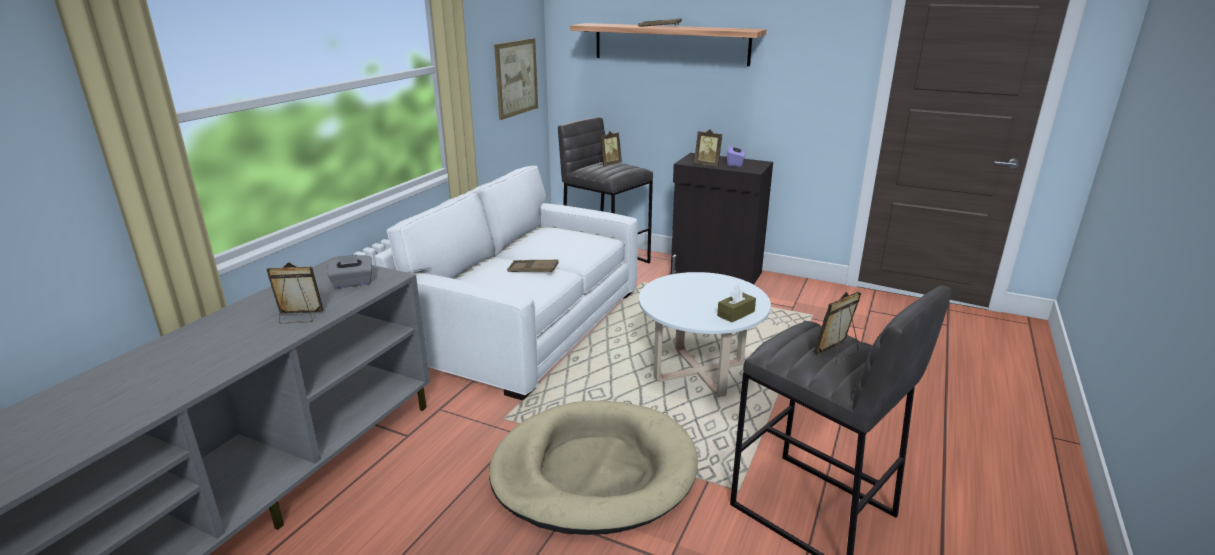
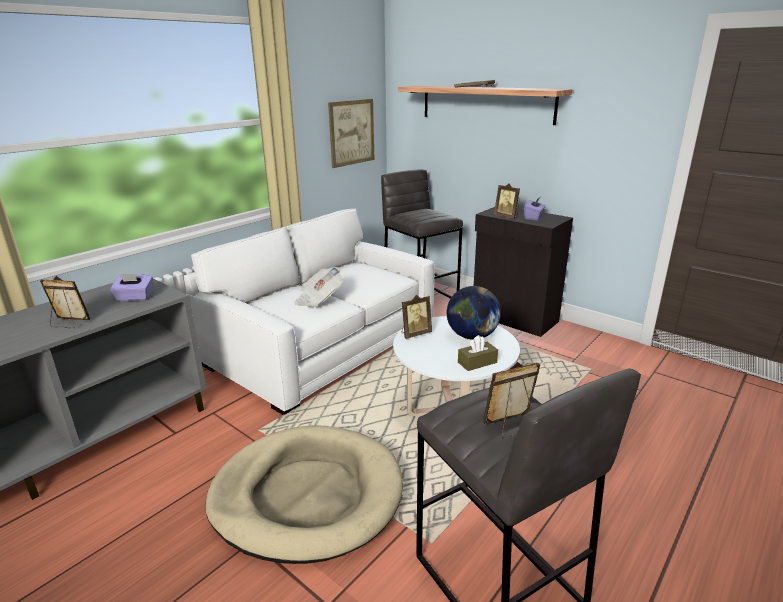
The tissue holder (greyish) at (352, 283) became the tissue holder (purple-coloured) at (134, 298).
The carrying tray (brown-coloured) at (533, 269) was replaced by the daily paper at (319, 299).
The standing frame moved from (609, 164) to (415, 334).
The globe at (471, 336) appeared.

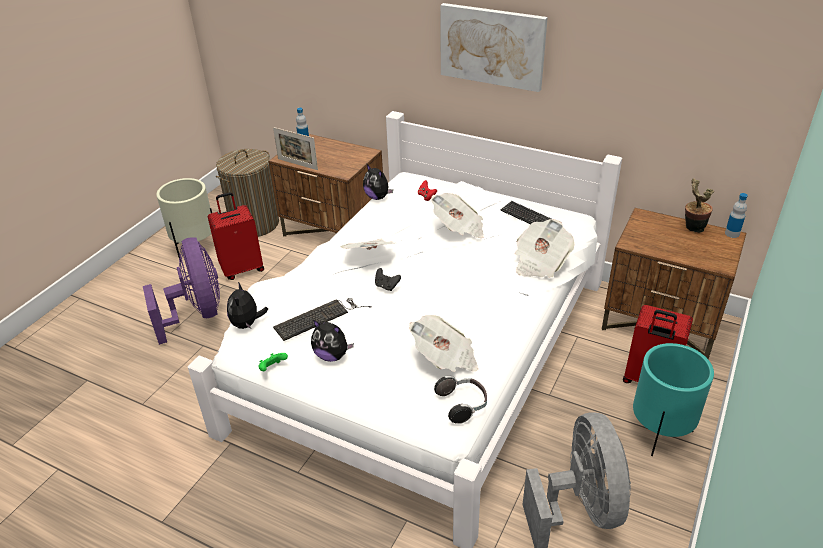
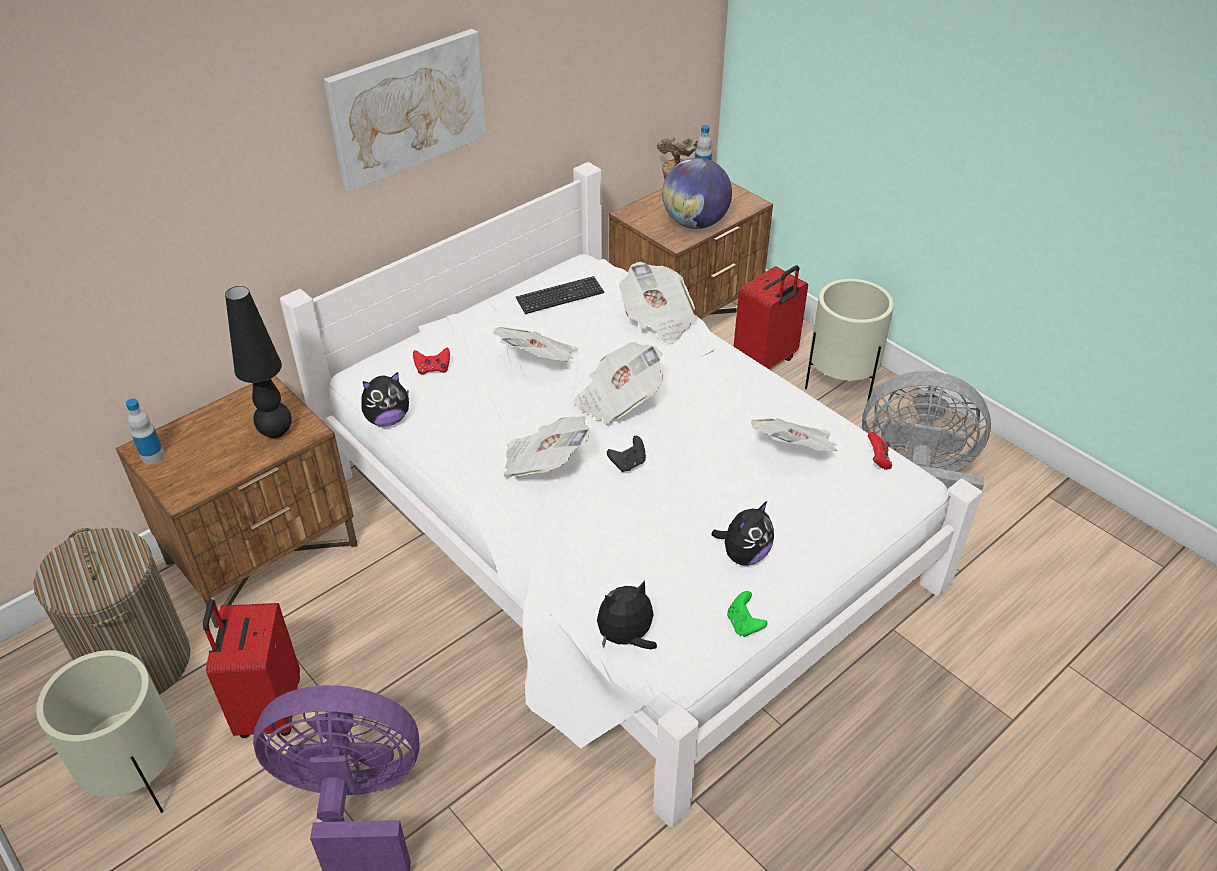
The tabletop lamp (blackish) at (276, 432) appeared.
The daily paper at (618, 400) appeared.
The soft toy at (247, 324) turned 135 degrees clockwise.
The globe at (695, 223) appeared.
The plant pot (blue-green) at (660, 432) became the plant pot (beige-coloured) at (840, 385).
The headset at (463, 405) was replaced by the game controller (reddish) at (878, 460).
The standing frame at (297, 164) disappeared.
The computer keyboard at (320, 317) disappeared.

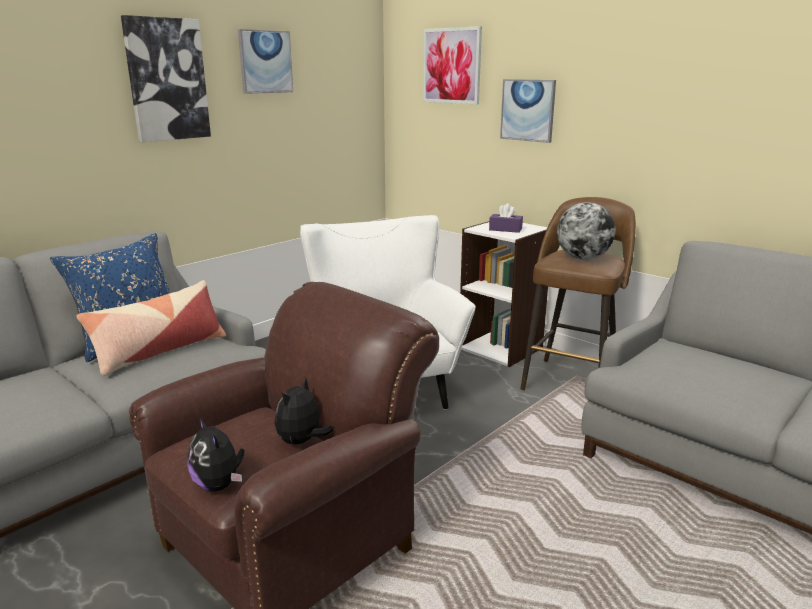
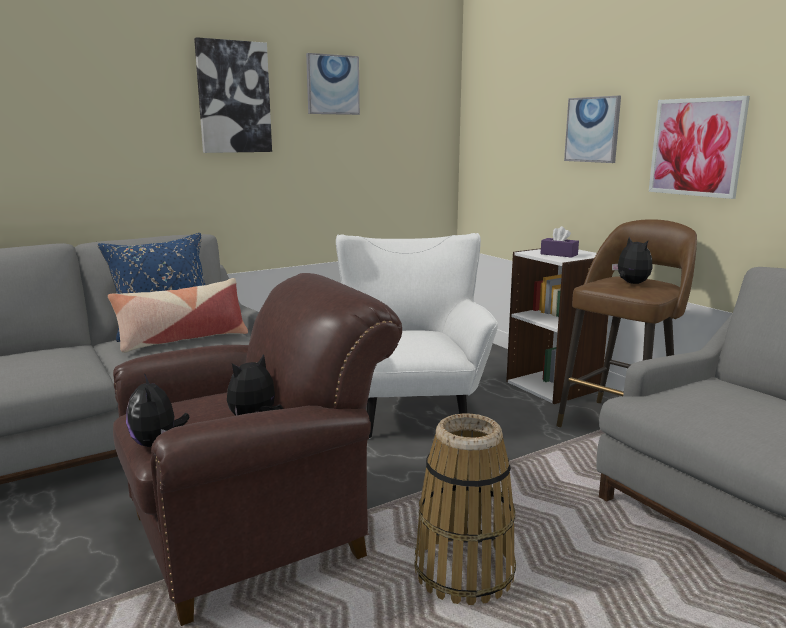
The storage basket at (464, 572) appeared.
The globe at (583, 258) was replaced by the soft toy at (631, 283).
The picture moved from (452, 66) to (696, 147).

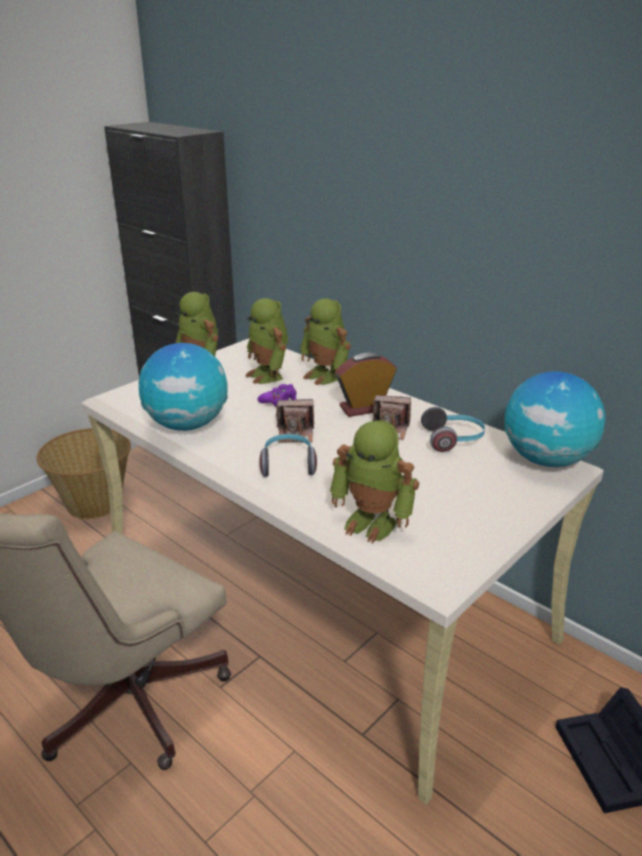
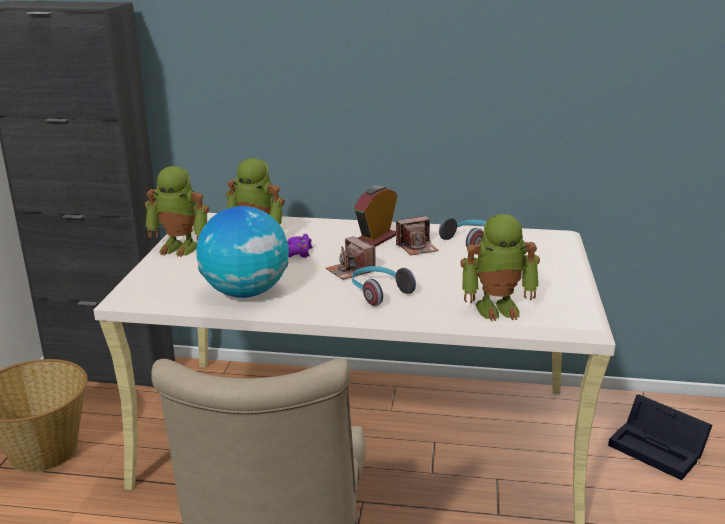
The photo camera at (296, 433) turned 90 degrees clockwise.
The toy robot at (326, 375) disappeared.
The globe at (546, 459) disappeared.

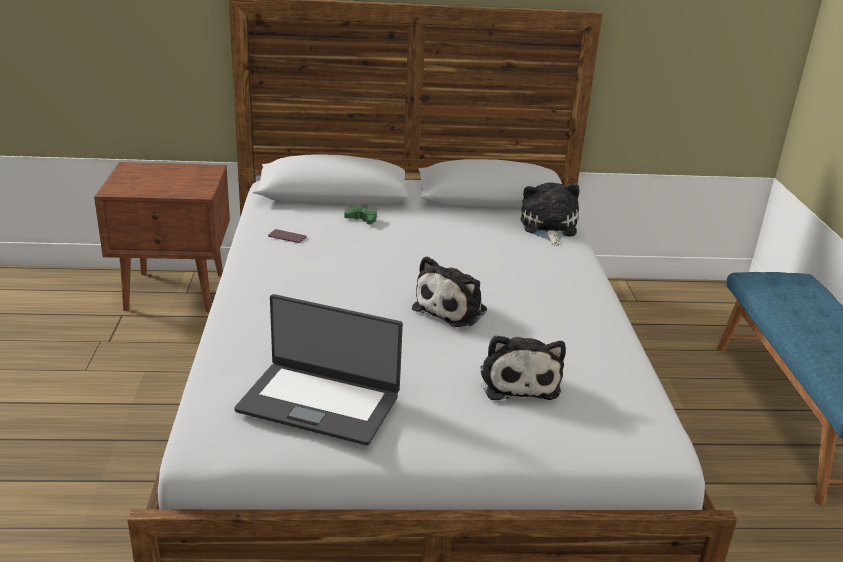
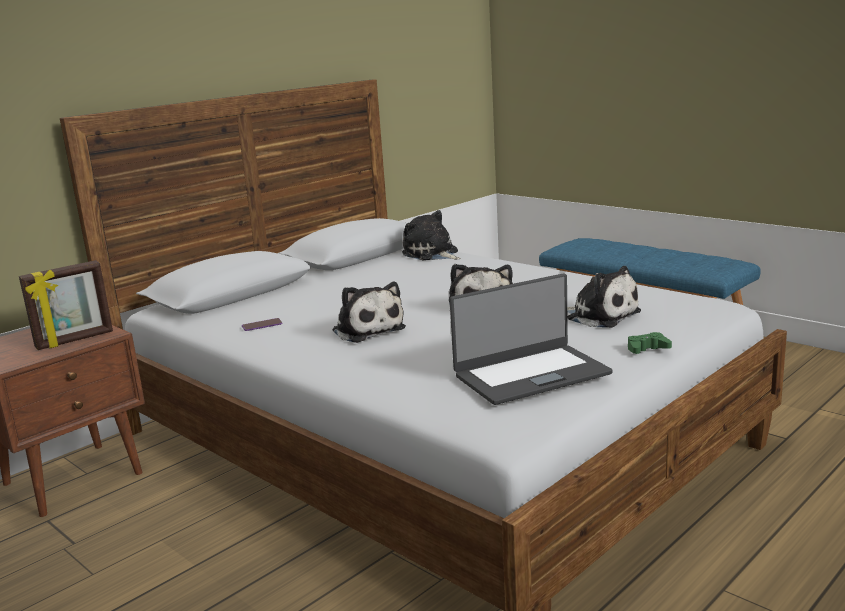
The standing frame at (75, 340) appeared.
The soft toy at (367, 329) appeared.
The game controller (green) moved from (362, 219) to (647, 349).

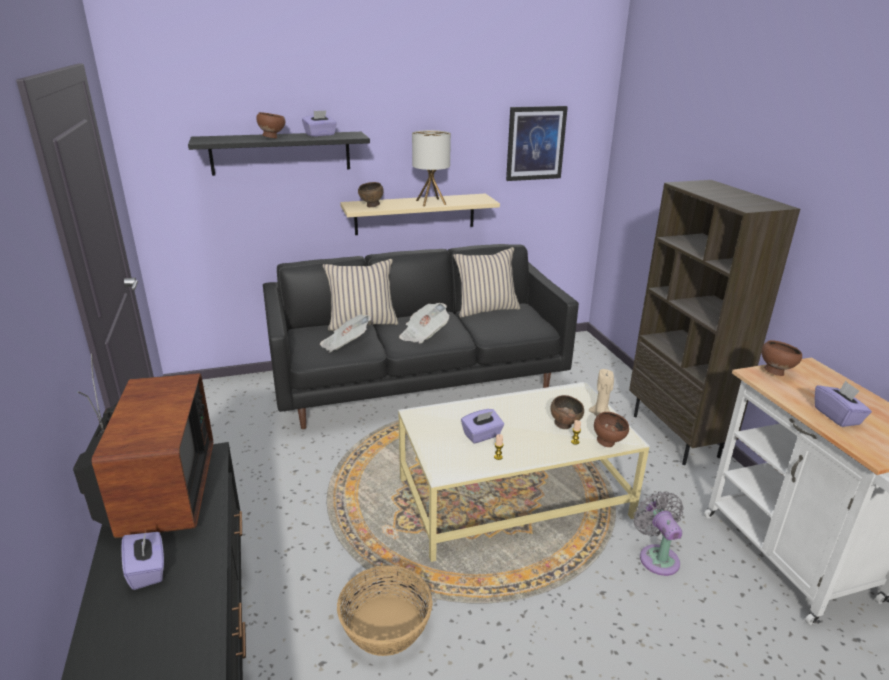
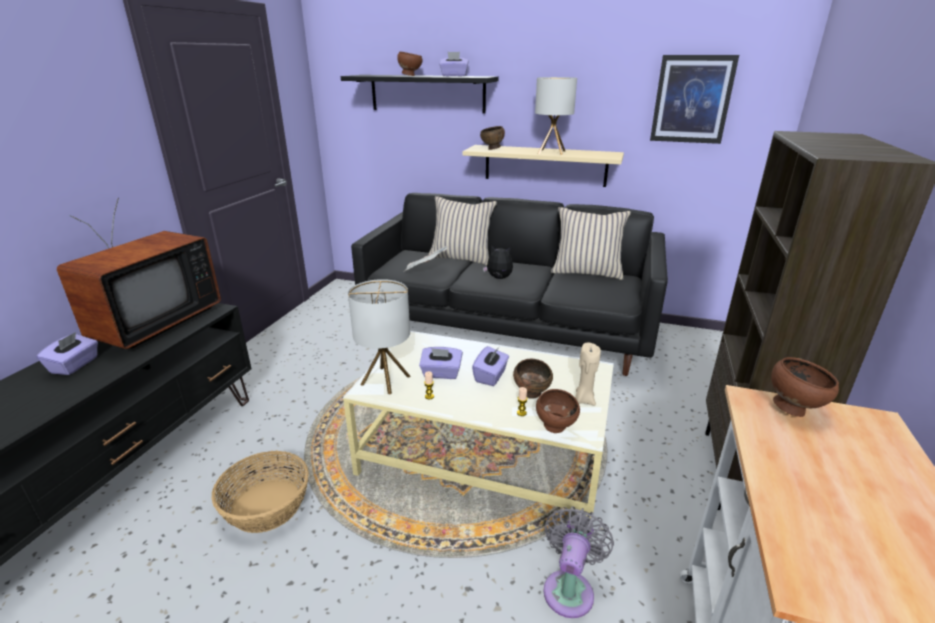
The tabletop lamp at (386, 380) appeared.
The tissue holder (purple-coloured) moved from (837, 416) to (491, 376).
The daily paper at (423, 335) was replaced by the soft toy at (499, 278).

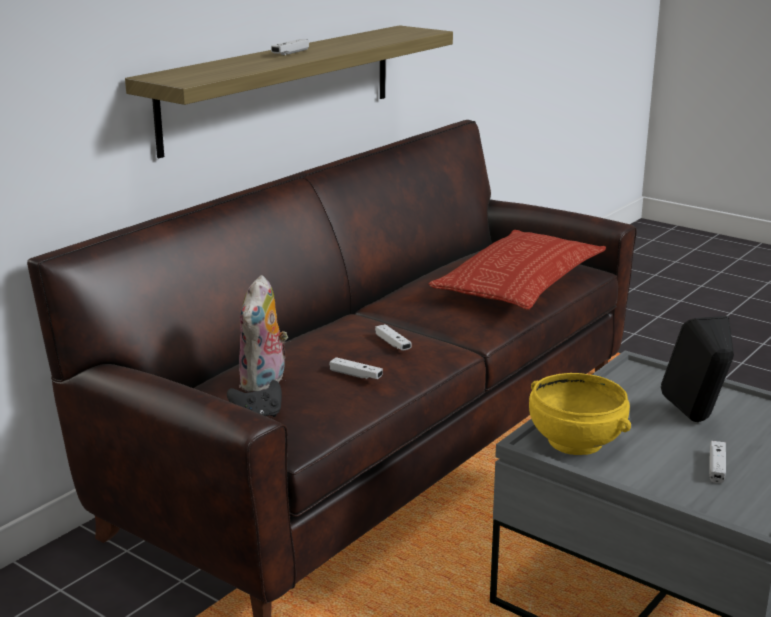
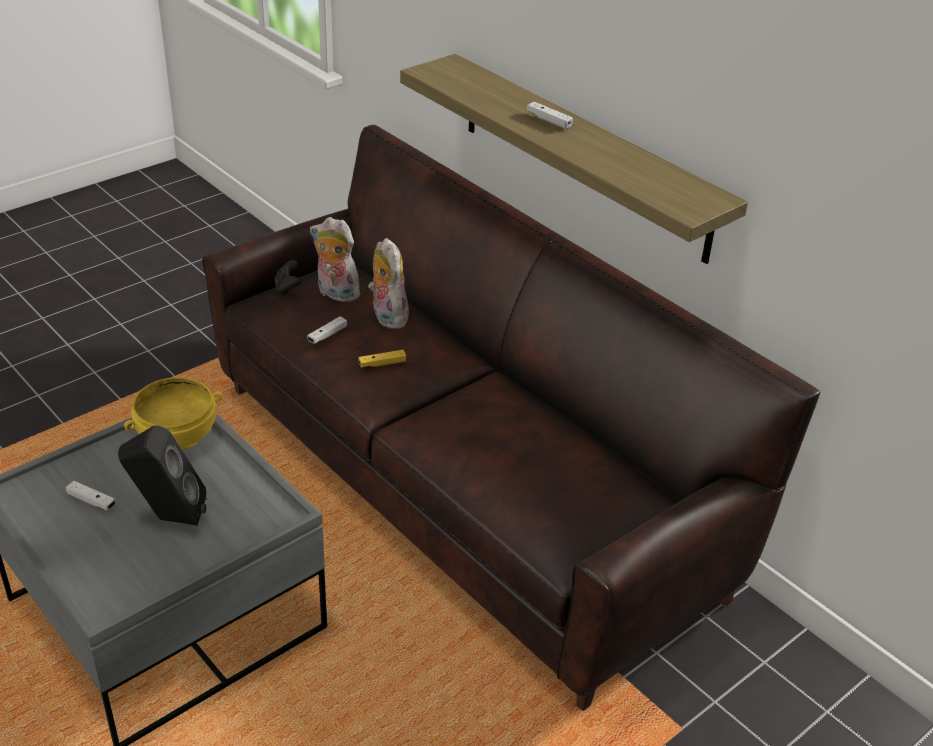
The game controller (white) at (393, 343) became the game controller (yellow) at (382, 364).
The soft toy at (387, 316) appeared.
The throw pillow at (520, 282) disappeared.

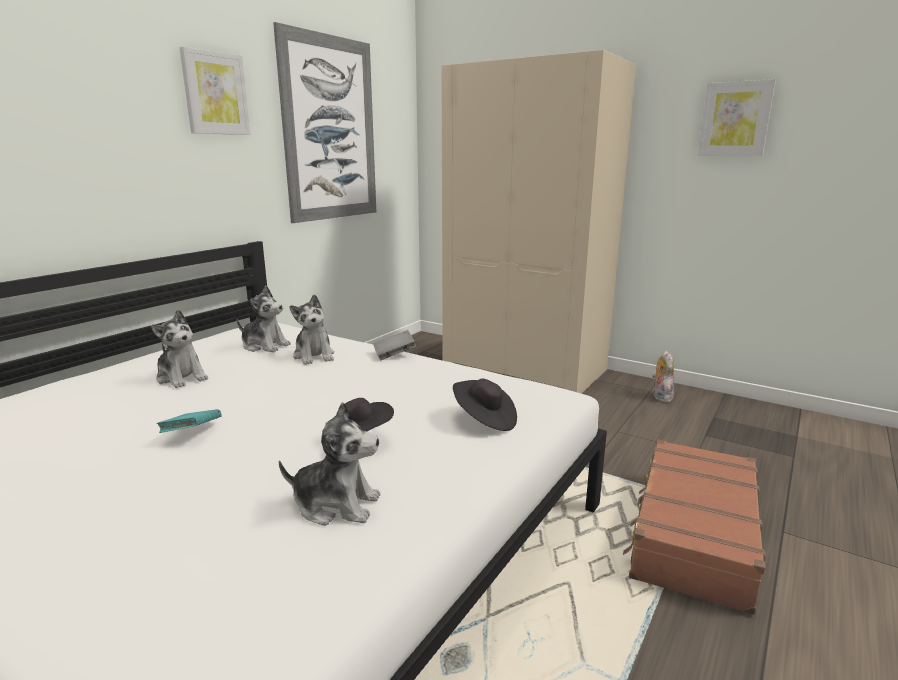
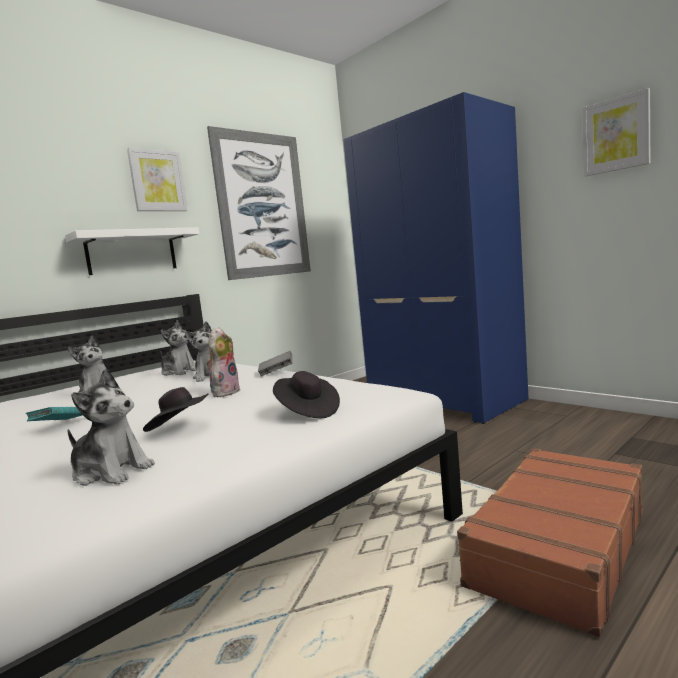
The bracket shelf (white) at (131, 252) appeared.
The soft toy moved from (660, 397) to (225, 392).
The armoire (beige-coloured) at (526, 369) became the armoire (bluish) at (446, 400).

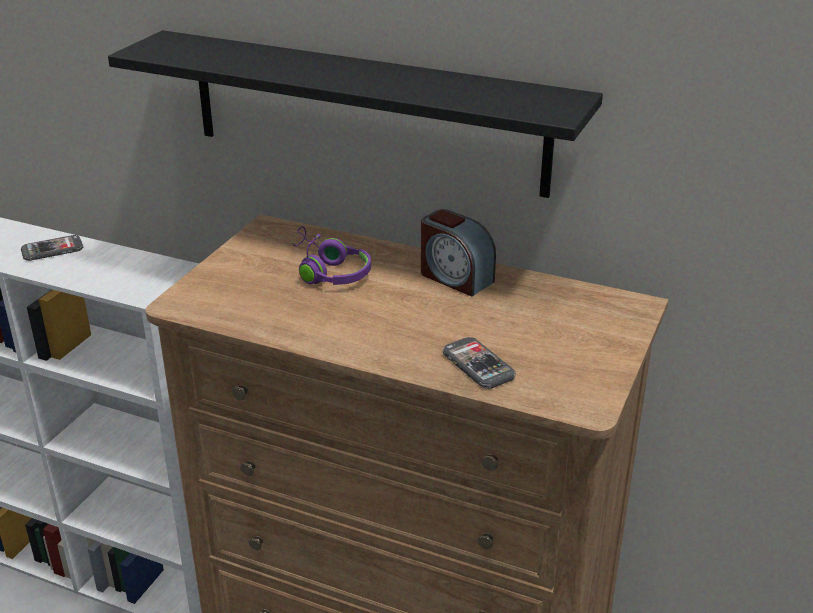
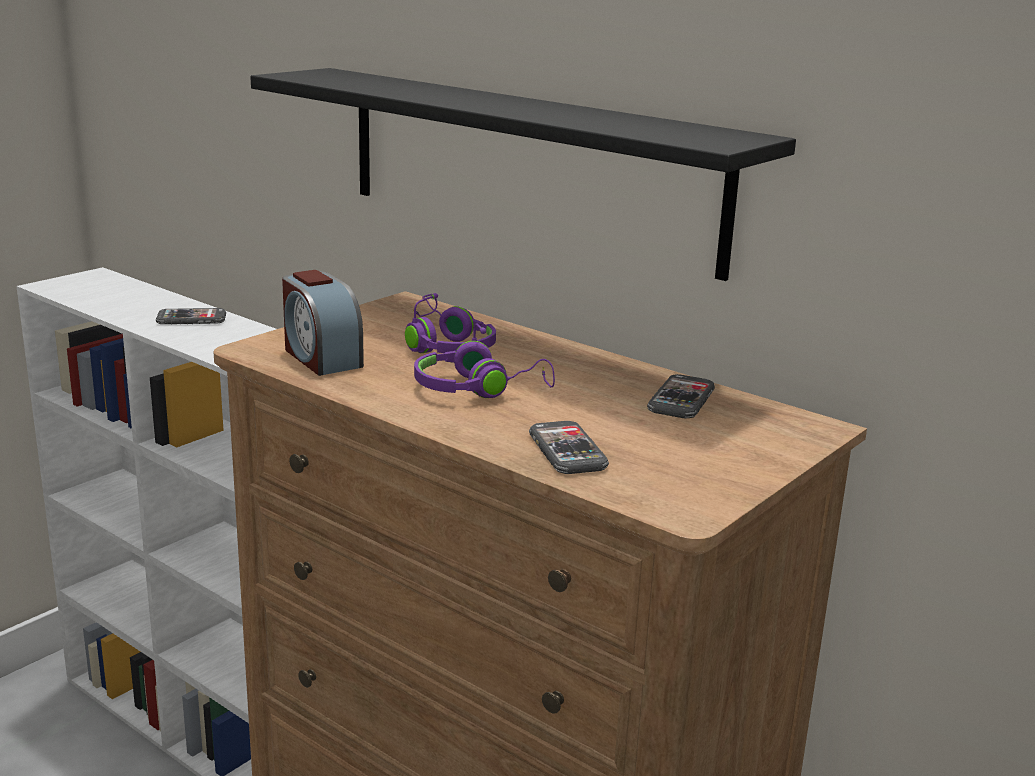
The alarm clock moved from (455, 277) to (321, 357).
The headset (purple-coloured) at (478, 389) appeared.
The phone at (681, 400) appeared.

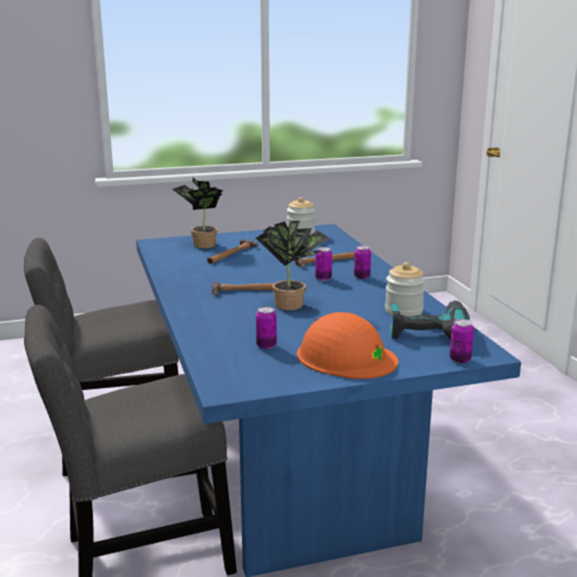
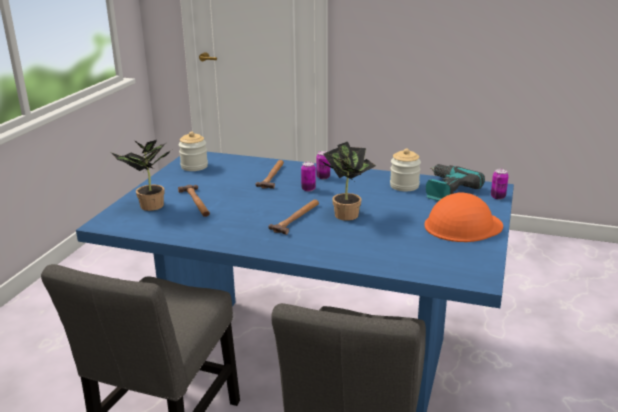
The metal can at (266, 346) disappeared.

